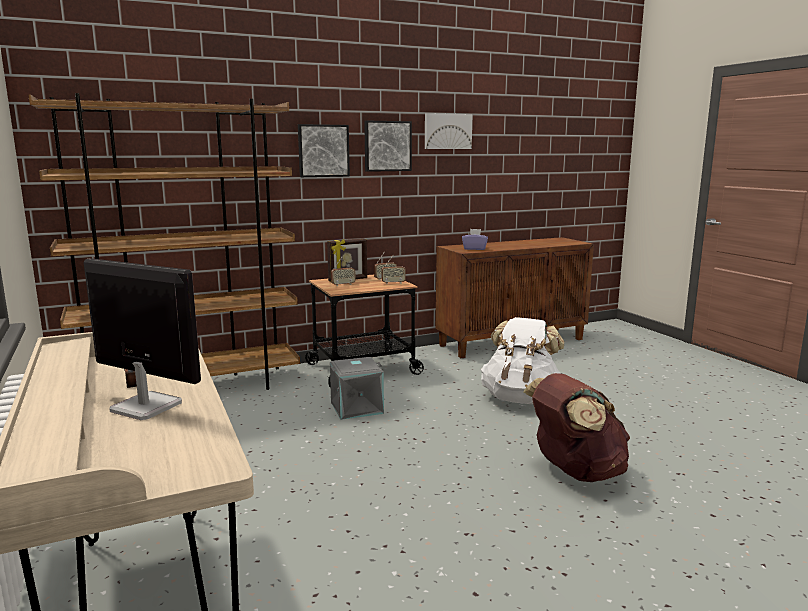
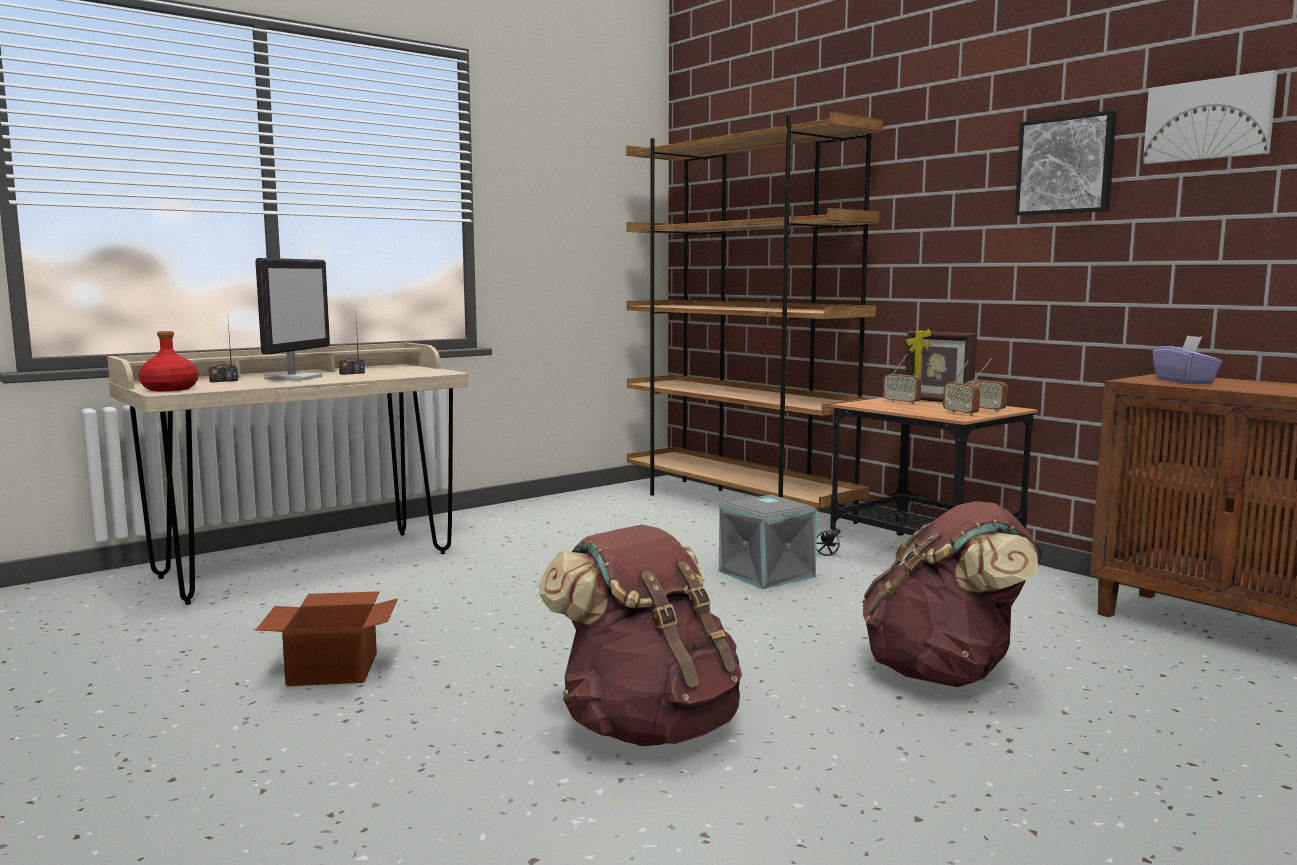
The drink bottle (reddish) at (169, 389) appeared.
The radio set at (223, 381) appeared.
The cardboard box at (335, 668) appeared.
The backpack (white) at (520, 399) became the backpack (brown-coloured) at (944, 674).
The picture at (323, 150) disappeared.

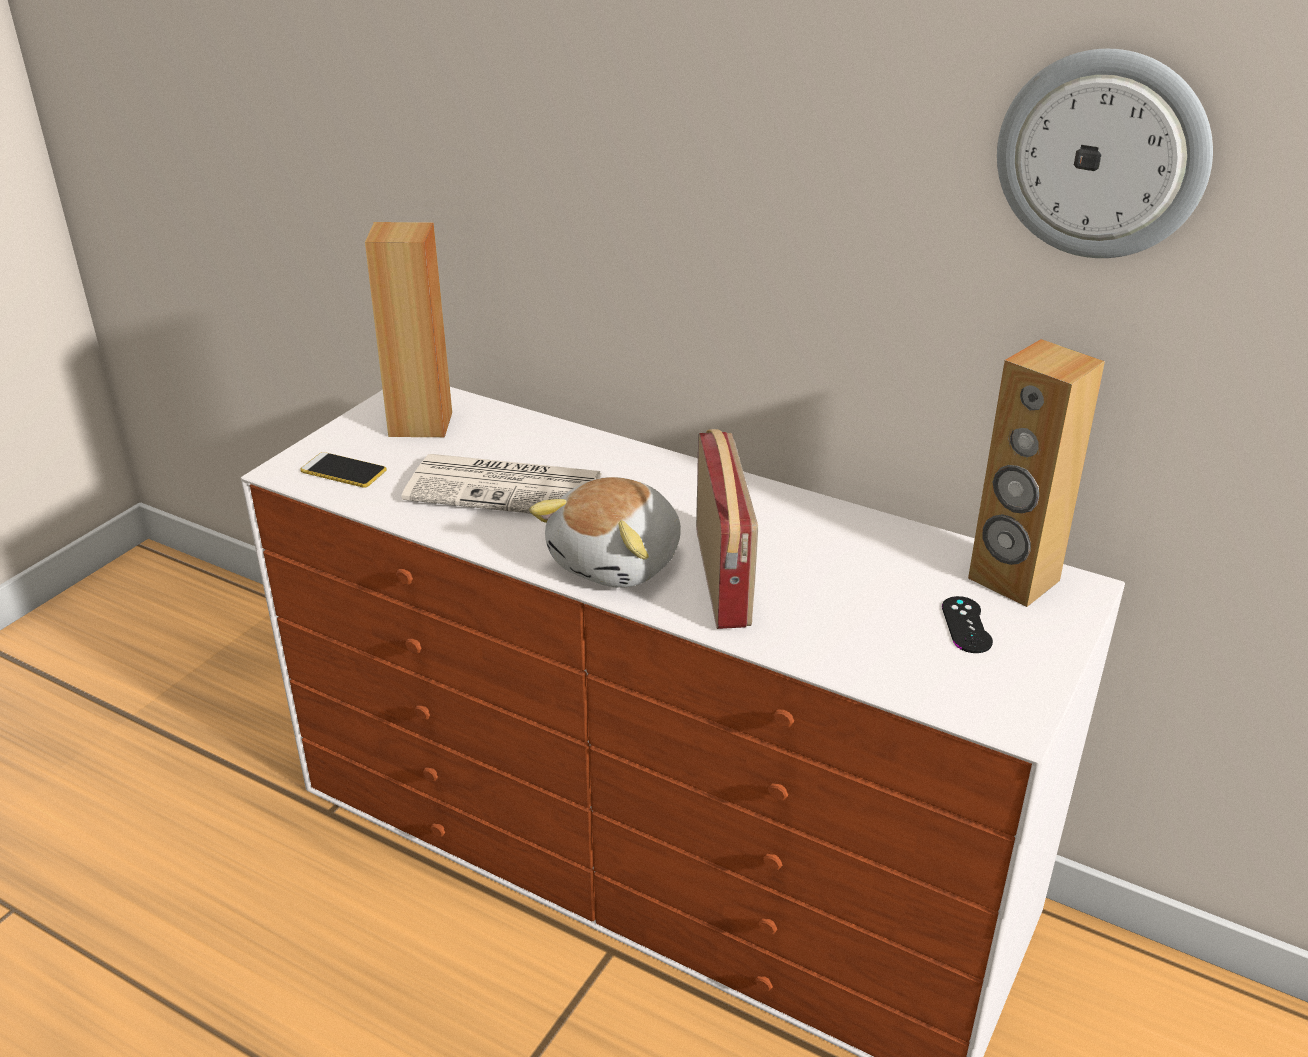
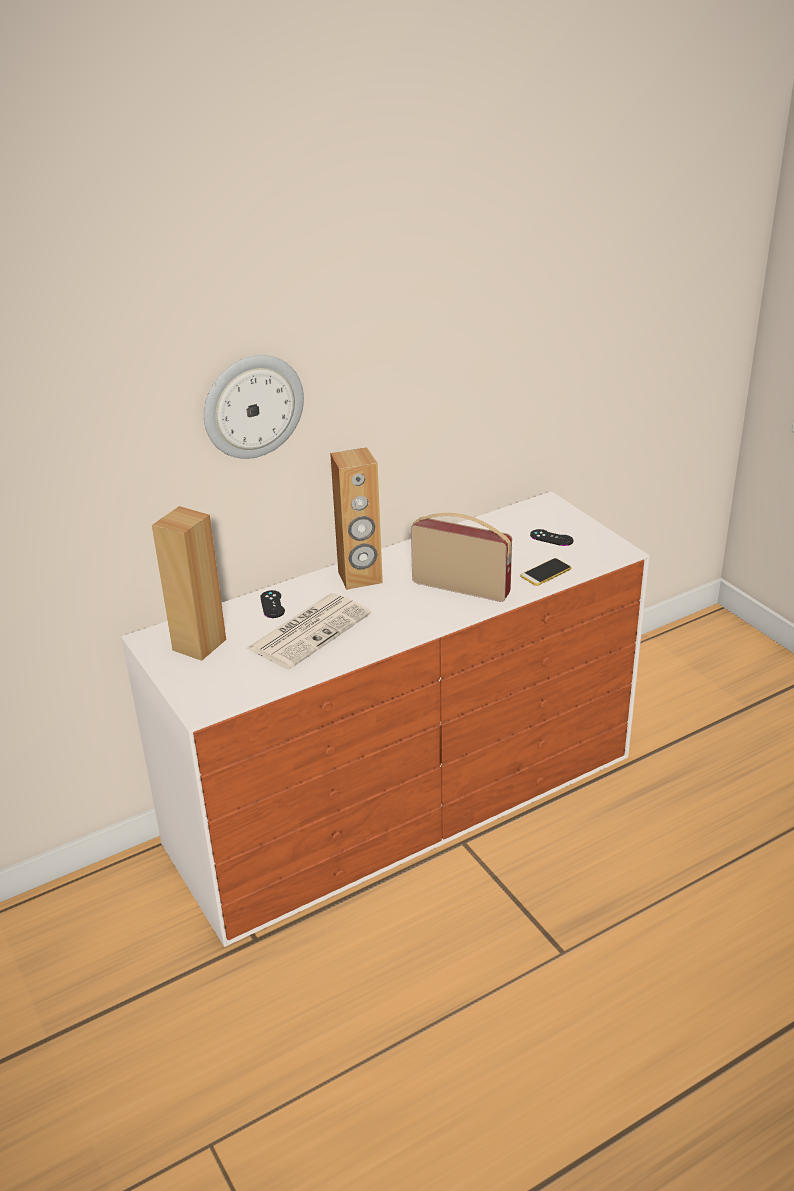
The wall clock moved from (1102, 155) to (252, 406).
The game controller (blackish) at (272, 604) appeared.
The audio speaker (brown-coloured) moved from (1013, 580) to (360, 578).
The phone moved from (343, 471) to (546, 572).
The soft toy at (618, 561) disappeared.

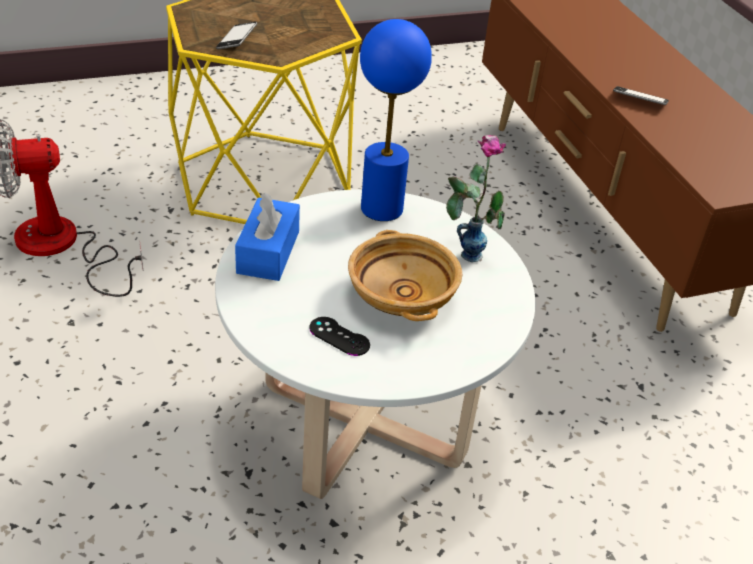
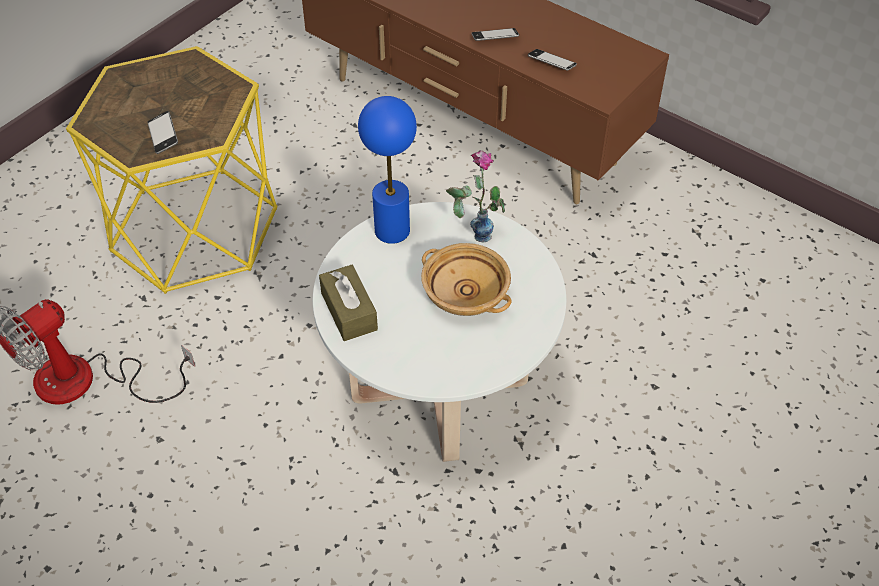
The tissue holder (bluish) at (268, 252) became the tissue holder (brown-coloured) at (349, 311).
The phone at (551, 63) appeared.
The game controller (blackish) at (339, 336) disappeared.

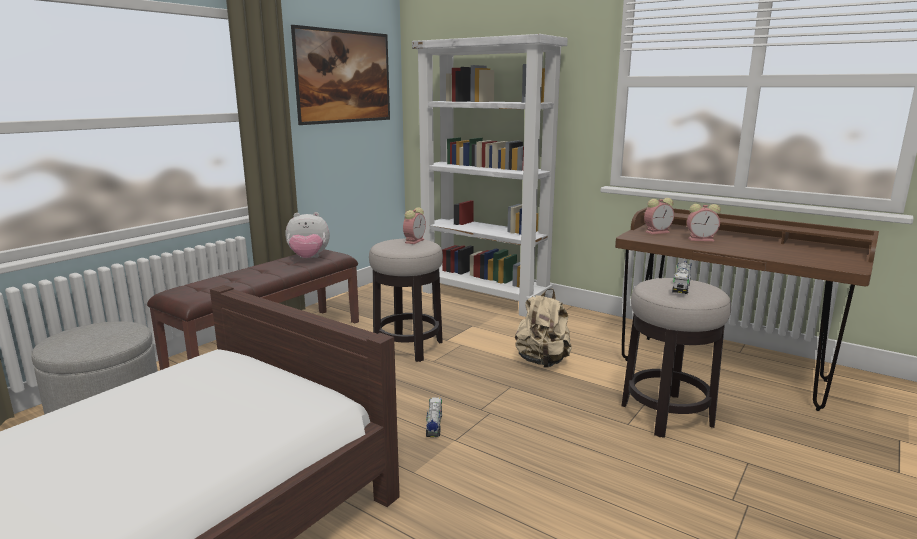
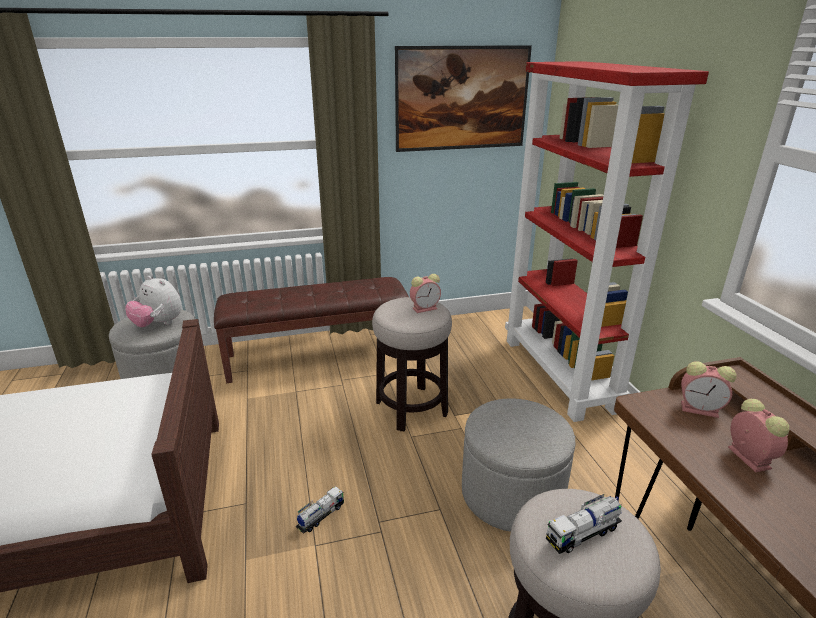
The soft toy moved from (308, 258) to (159, 324).
The backpack (beige-coloured) at (542, 362) was replaced by the pouffe (greyish) at (512, 494).
The shelving unit (white) at (485, 298) became the shelving unit (reddish) at (559, 374).
The alarm clock at (702, 239) turned 150 degrees counterclockwise.

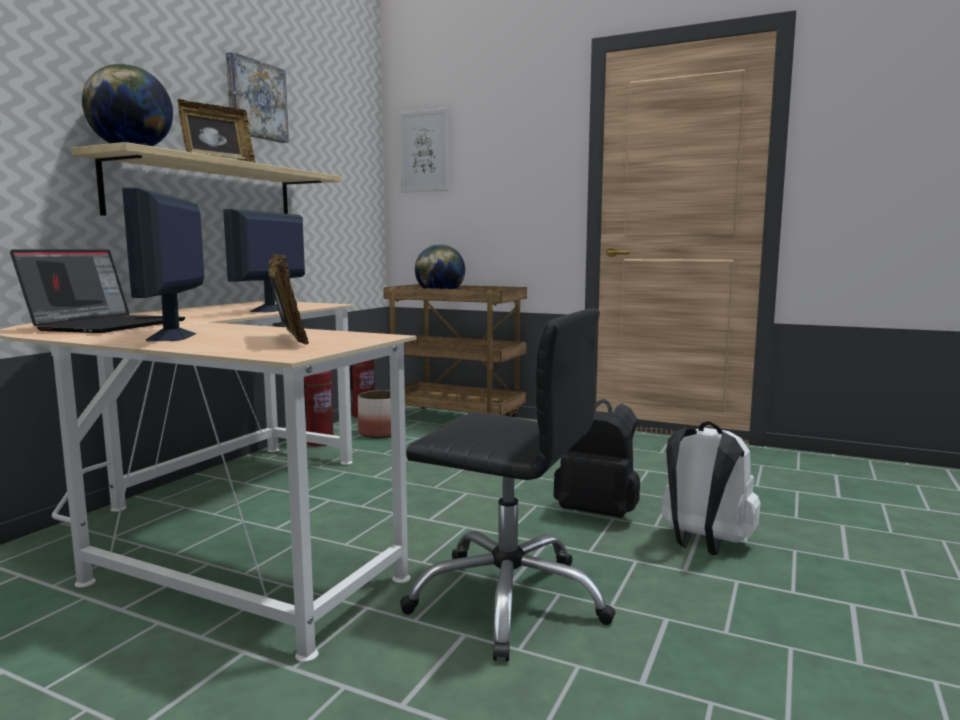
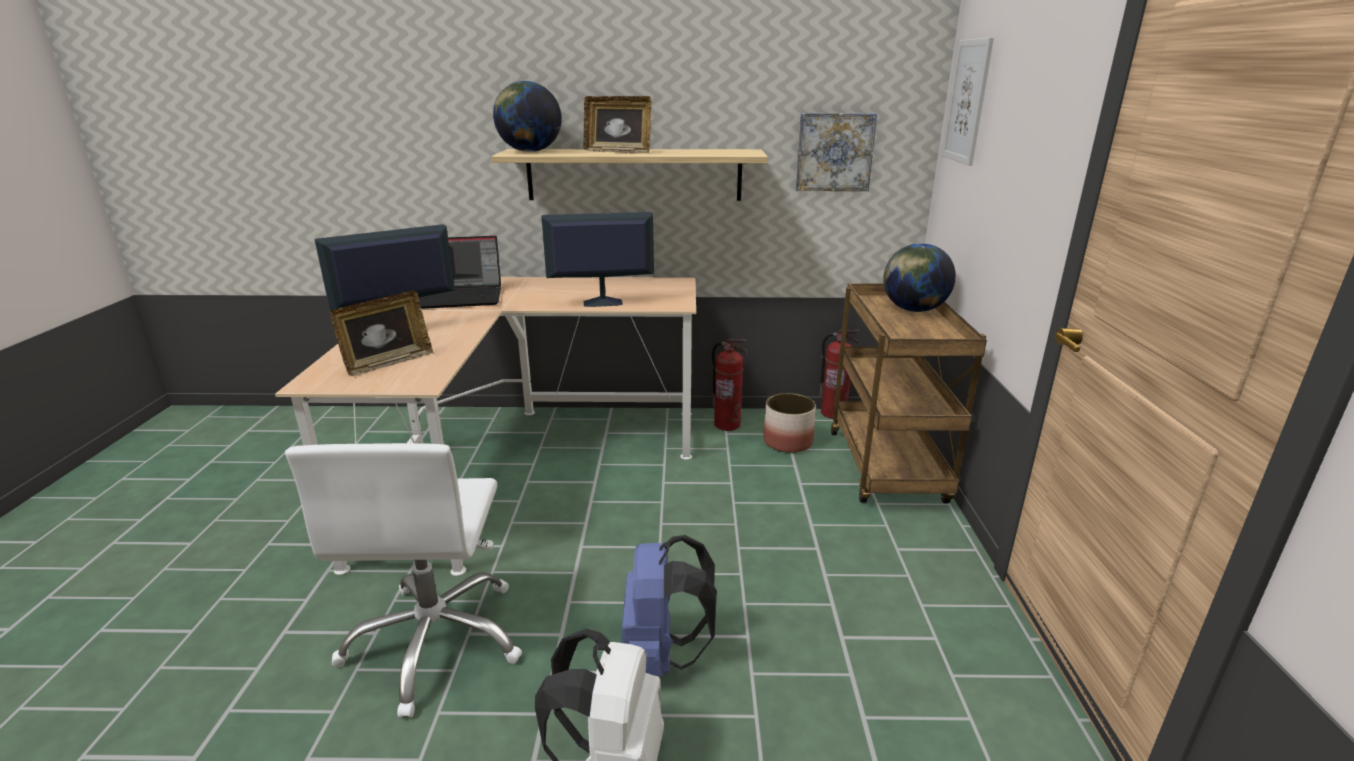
The desk chair (blackish) at (508, 599) became the desk chair (white) at (436, 641).
The backpack (blackish) at (598, 513) became the backpack (bluish) at (661, 656).
The picture moved from (255, 100) to (834, 152).

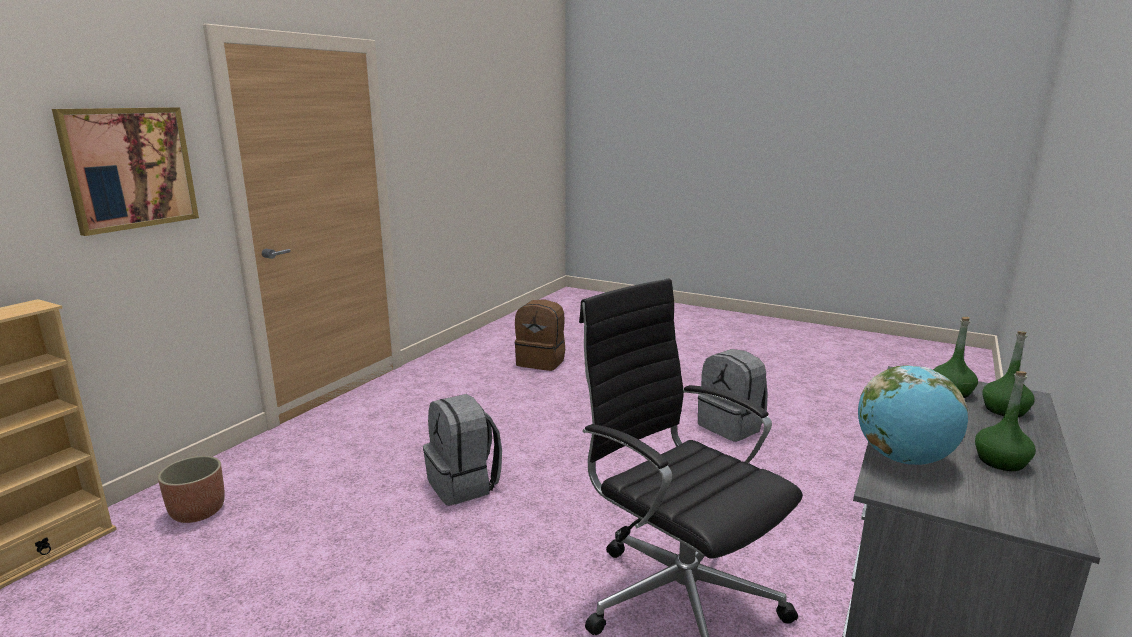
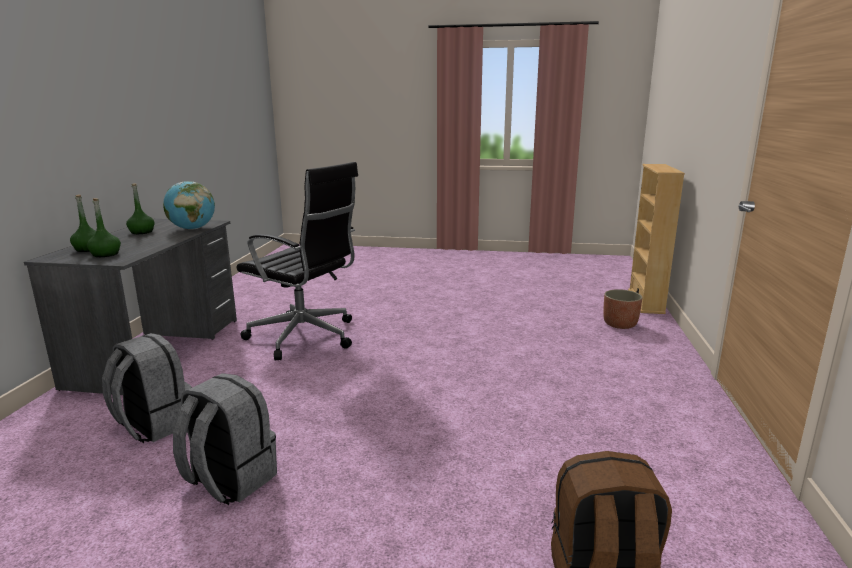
The backpack (greyish) moved from (464, 485) to (153, 425).
The picture at (129, 168) disappeared.

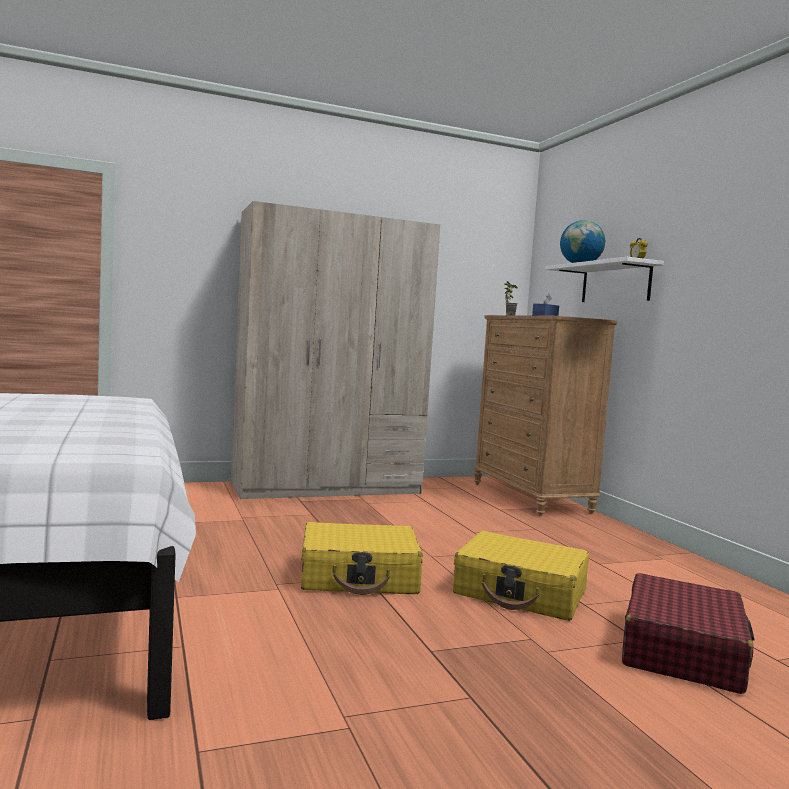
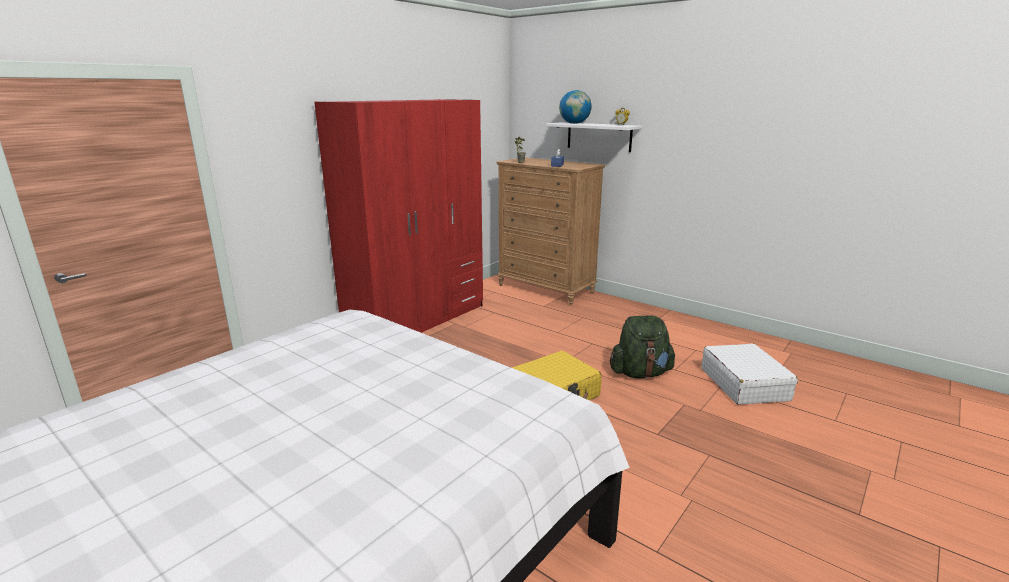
The armoire (beige-coloured) at (327, 488) became the armoire (reddish) at (417, 320).
The travel case (yellow) at (520, 593) was replaced by the backpack (green) at (640, 373).
The travel case (reddish) at (682, 651) became the travel case (white) at (744, 384).

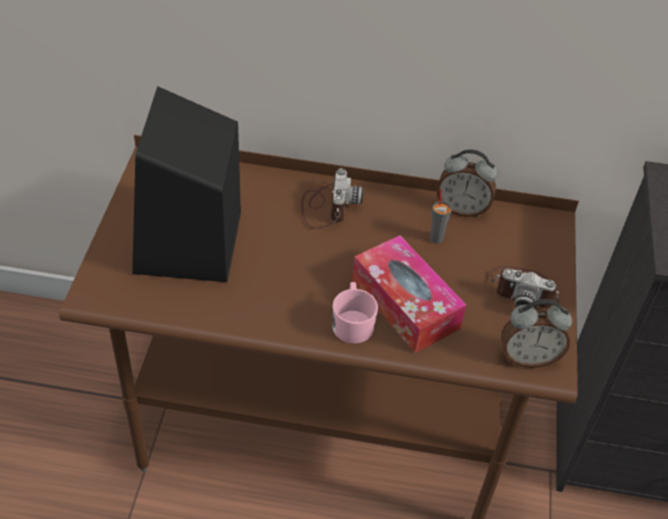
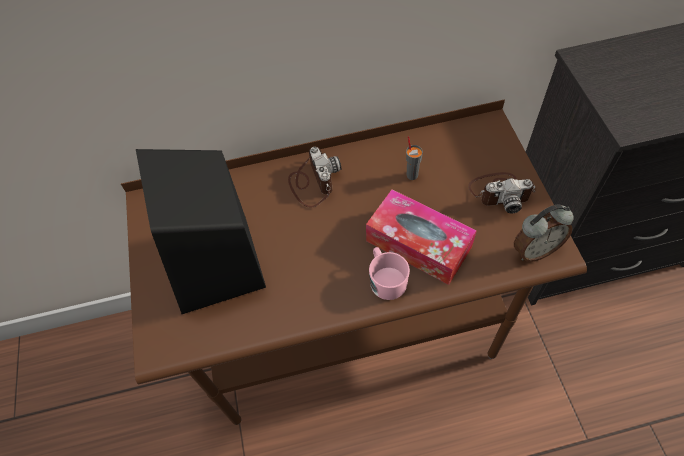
The alarm clock at (462, 209) disappeared.

